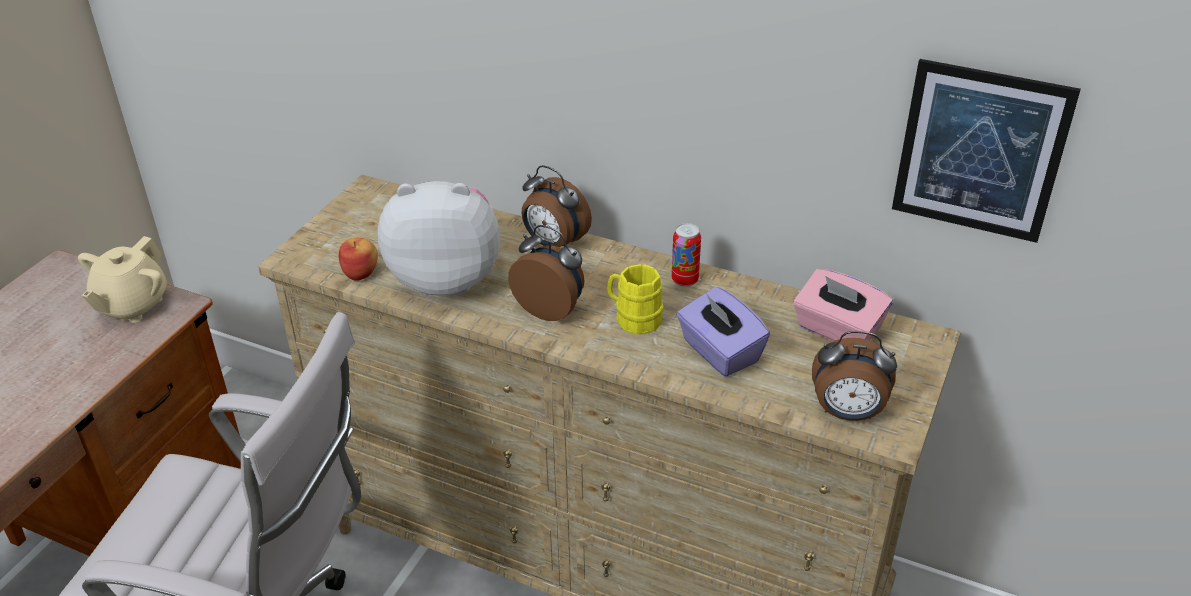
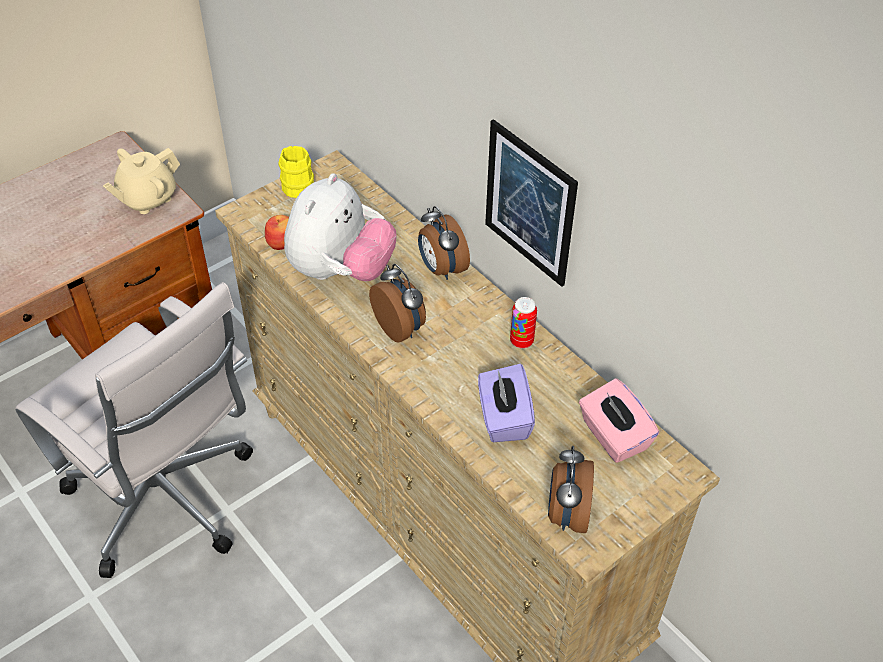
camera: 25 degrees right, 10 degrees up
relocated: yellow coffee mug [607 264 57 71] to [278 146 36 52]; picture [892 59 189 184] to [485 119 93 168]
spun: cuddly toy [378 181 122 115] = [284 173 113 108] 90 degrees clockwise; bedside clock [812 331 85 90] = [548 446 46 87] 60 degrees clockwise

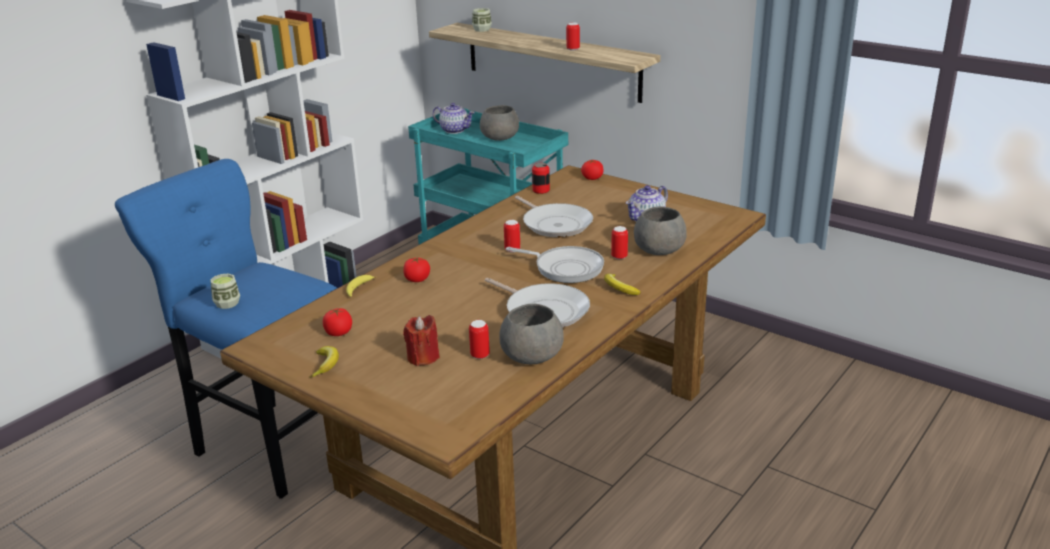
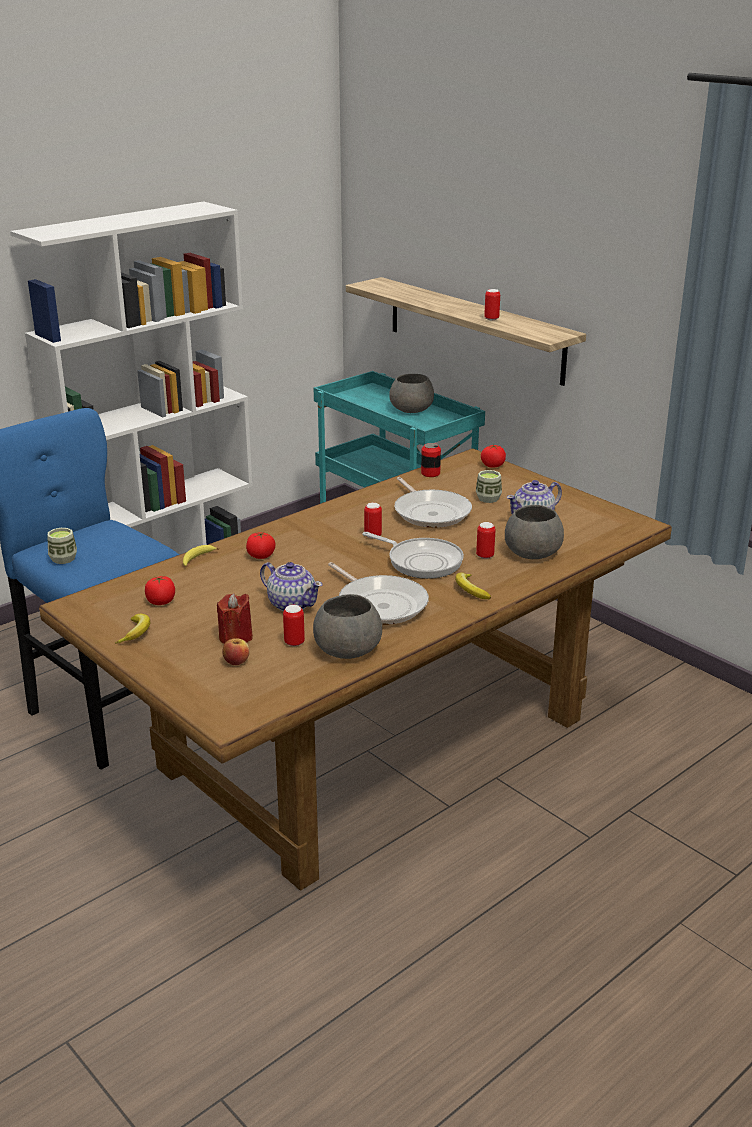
camera: 10 degrees right, 0 degrees up
appeared: whole apple [222 638 28 27]
relocated: pot for tea [433 103 42 31] to [260 562 63 49]; cup [472 8 20 24] to [476 470 26 33]

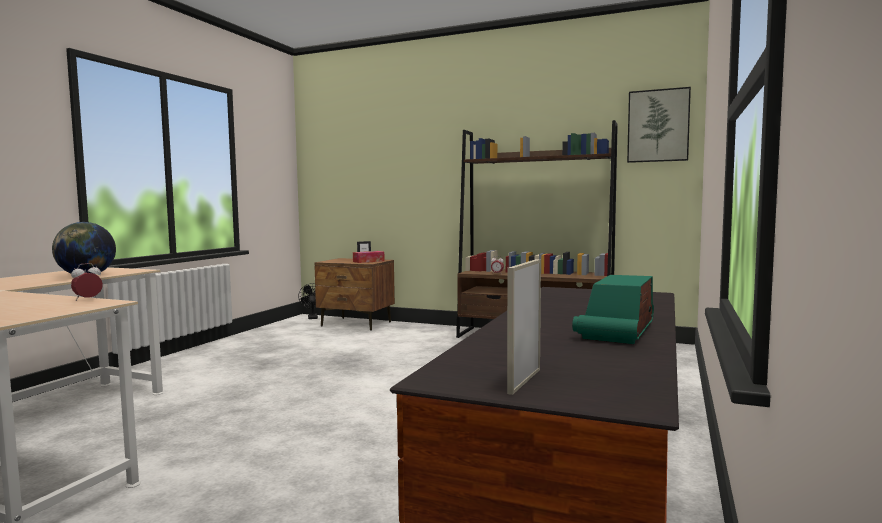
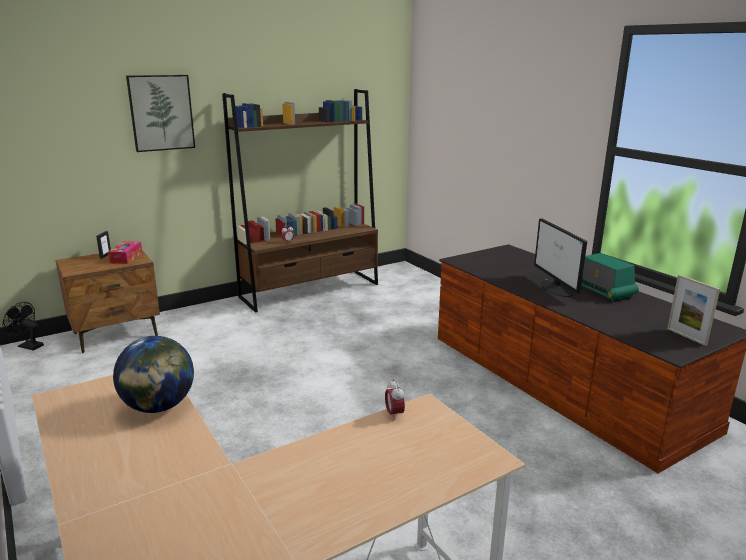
camera: 55 degrees left, 15 degrees up
appeared: computer screen [534 218 53 79]
relocated: picture [627 87 64 76] to [126 75 69 77]

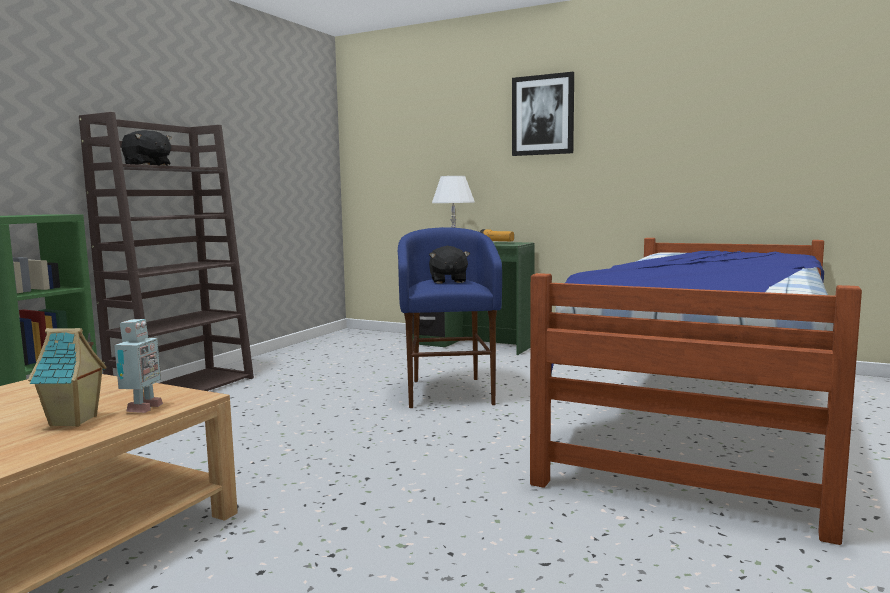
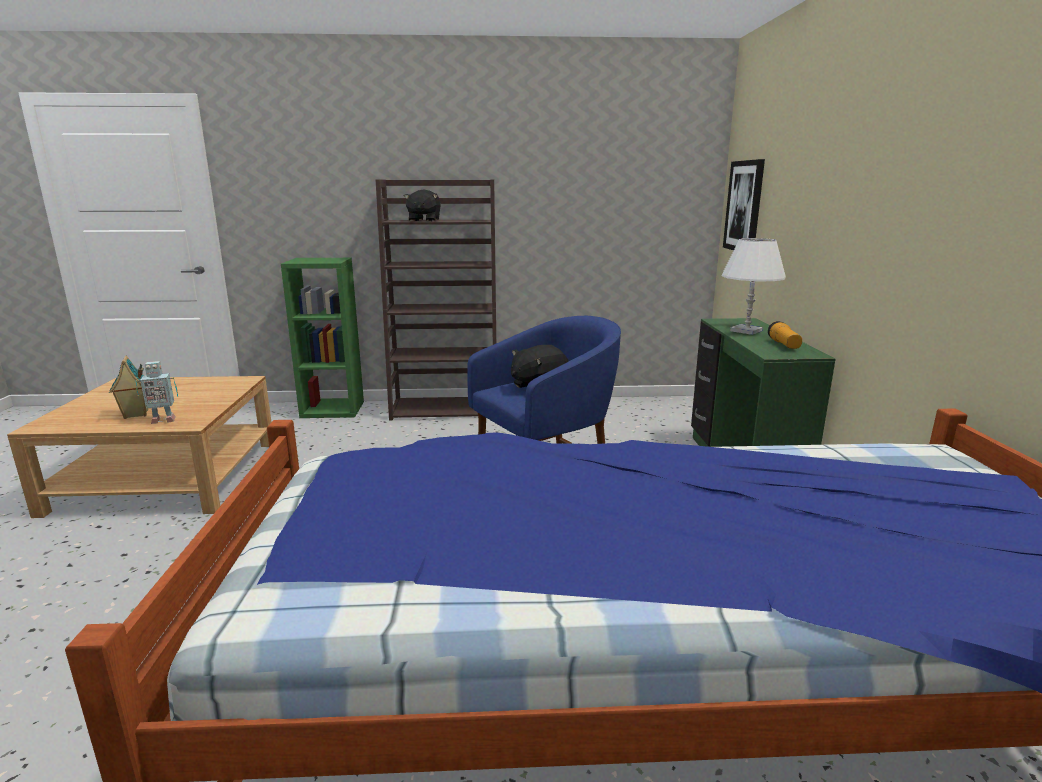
camera: 60 degrees right, 10 degrees up
relocated: picture [512 72 62 84] to [723 159 42 91]

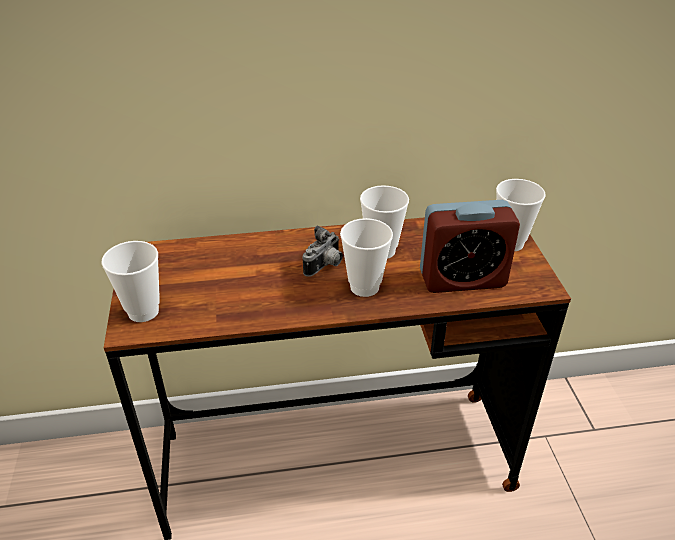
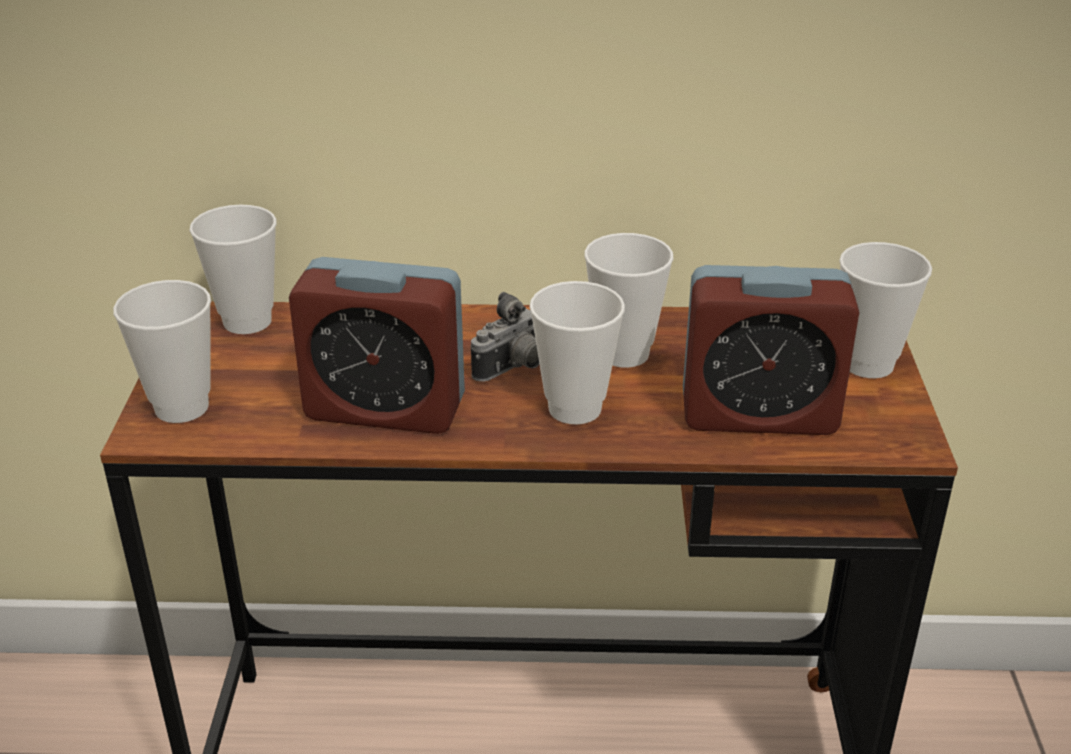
camera: 10 degrees right, 5 degrees down
appeared: cup [190 205 87 129]; bedside clock [289 257 176 177]

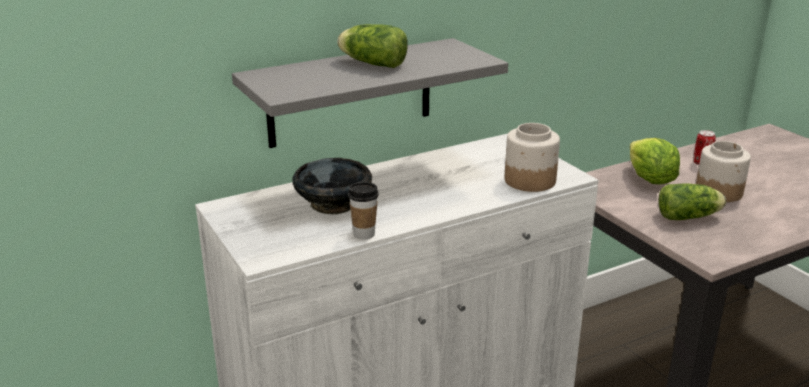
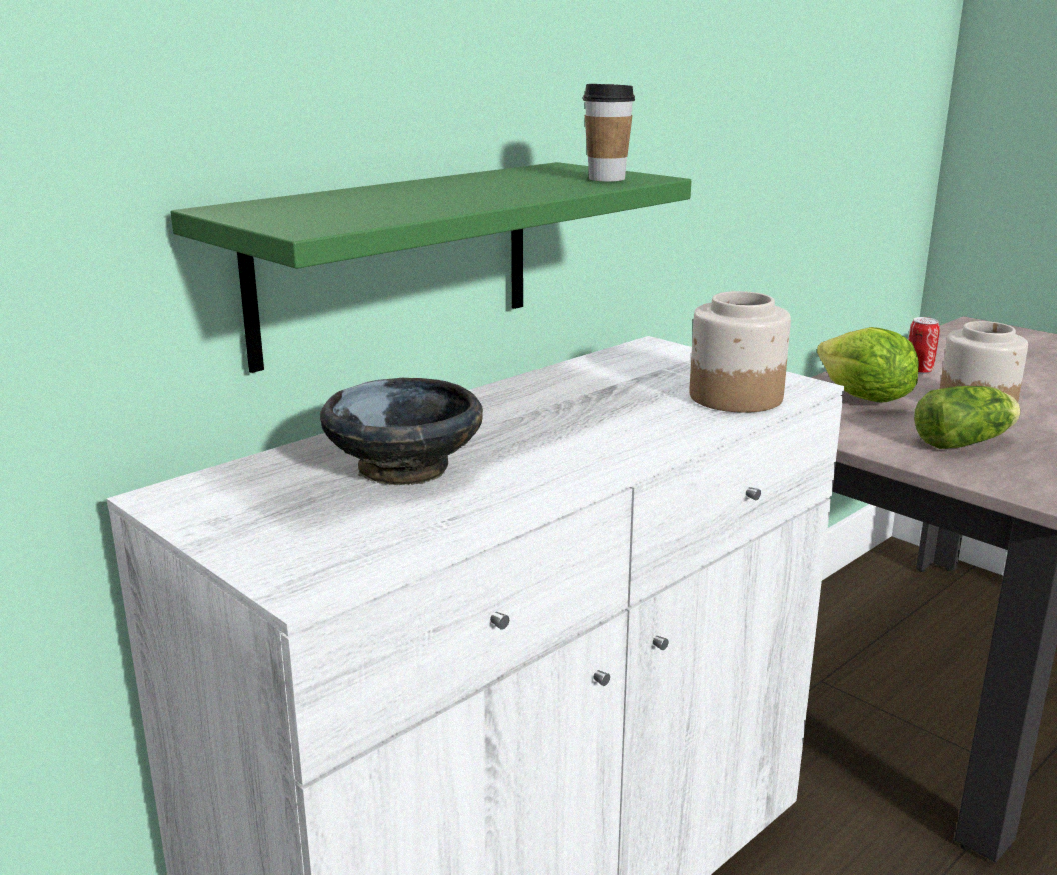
camera: 15 degrees left, 5 degrees down
missing: head of lettuce [337 24 71 44]
relocated: cup [348 182 31 58] to [583 84 52 98]
colour: greyish shelf [232 38 276 110] to greenish shelf [171 162 520 211]

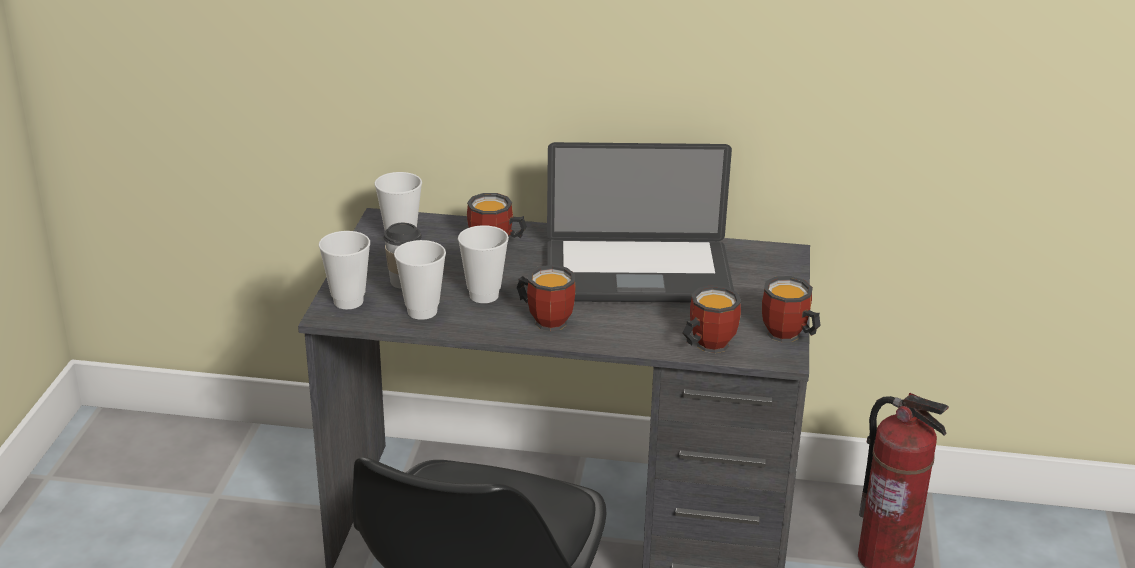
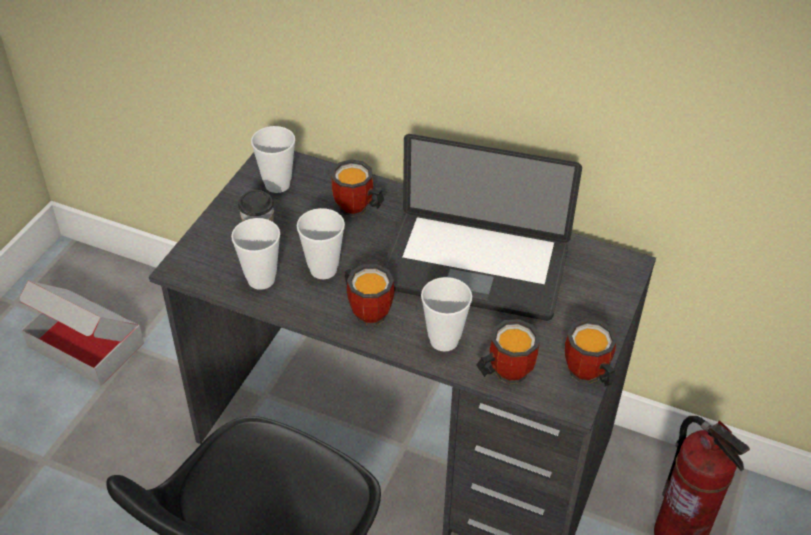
camera: 15 degrees right, 15 degrees up
appeared: packing box [20 281 124 105]
relocated: cup [319 231 51 78] to [421 277 51 75]

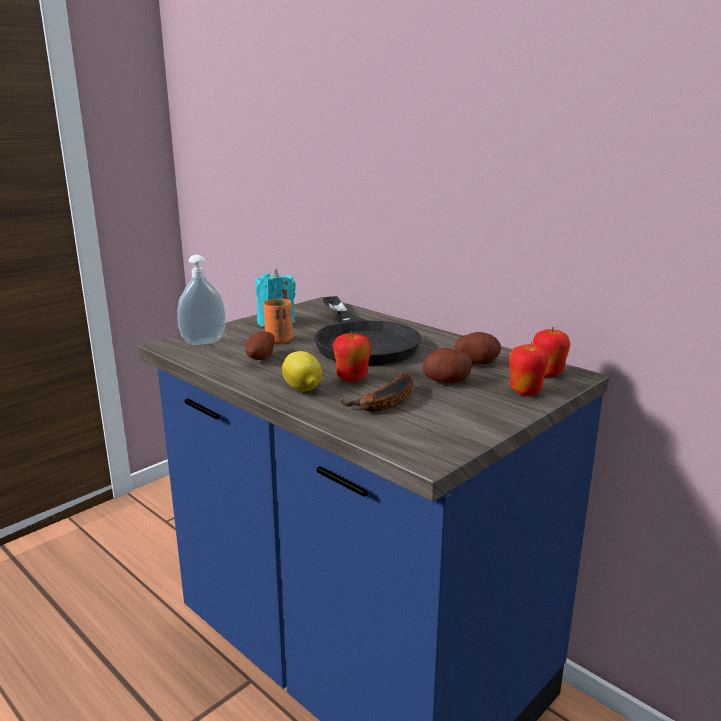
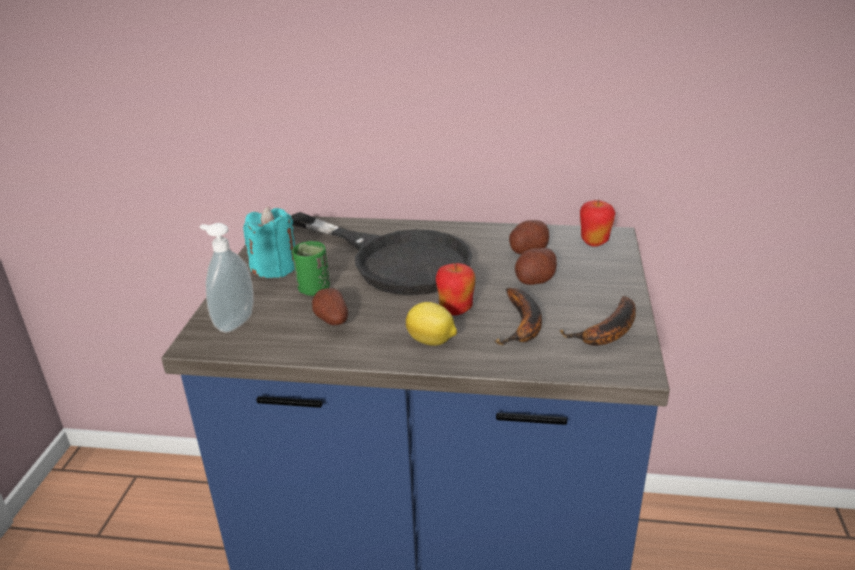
camera: 35 degrees left, 10 degrees up
missing: whole apple [509 342 40 54]
appeared: banana fruit [560 296 76 50]
colour: orangey cup [263 298 30 46] to greenish cup [292 241 38 55]

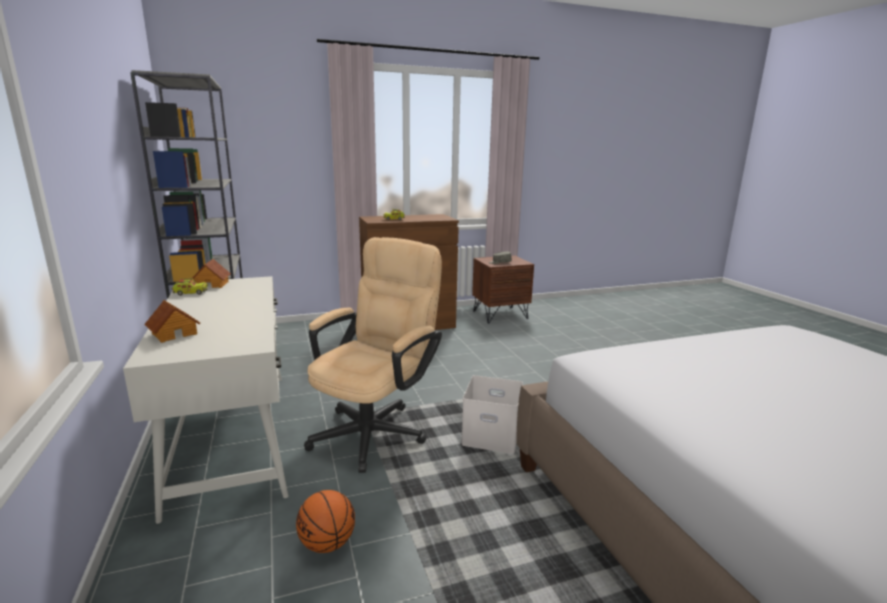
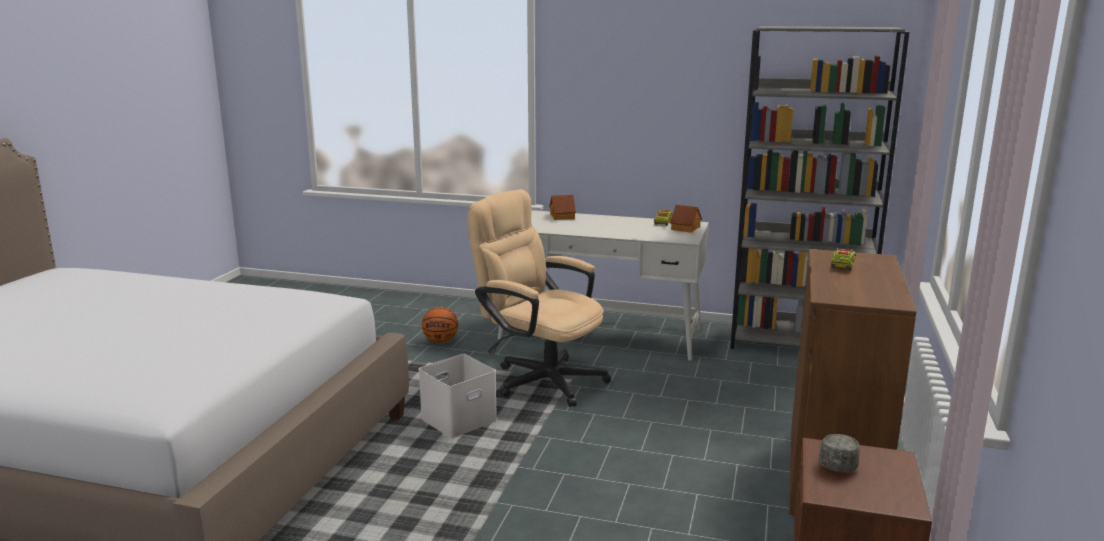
camera: 125 degrees right, 0 degrees up
spun: sand-coloured office chair [304 237 138 236] = [467 189 144 218] 150 degrees clockwise

